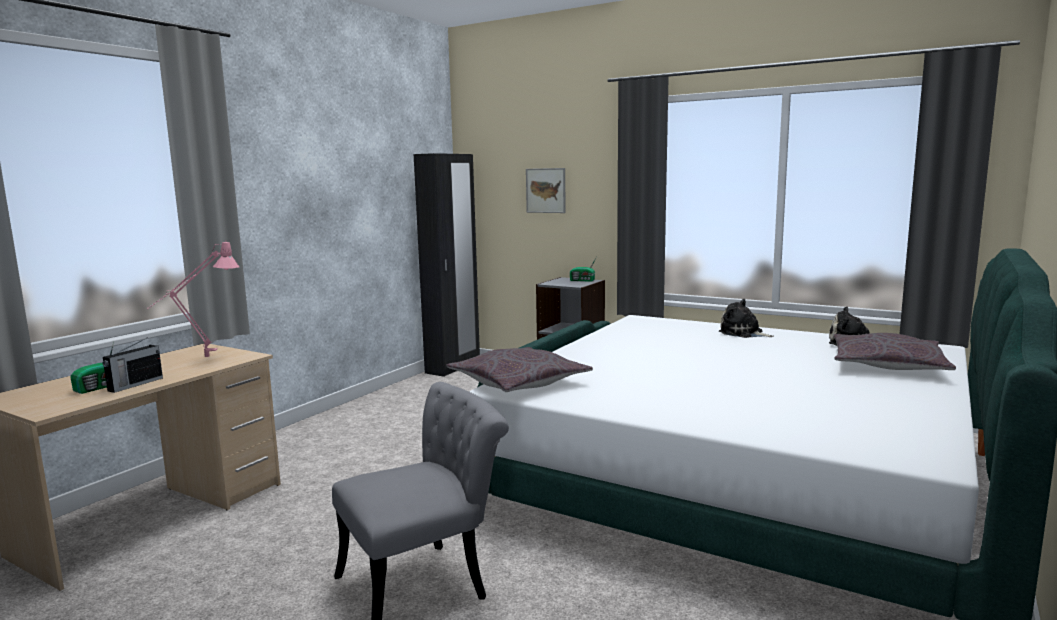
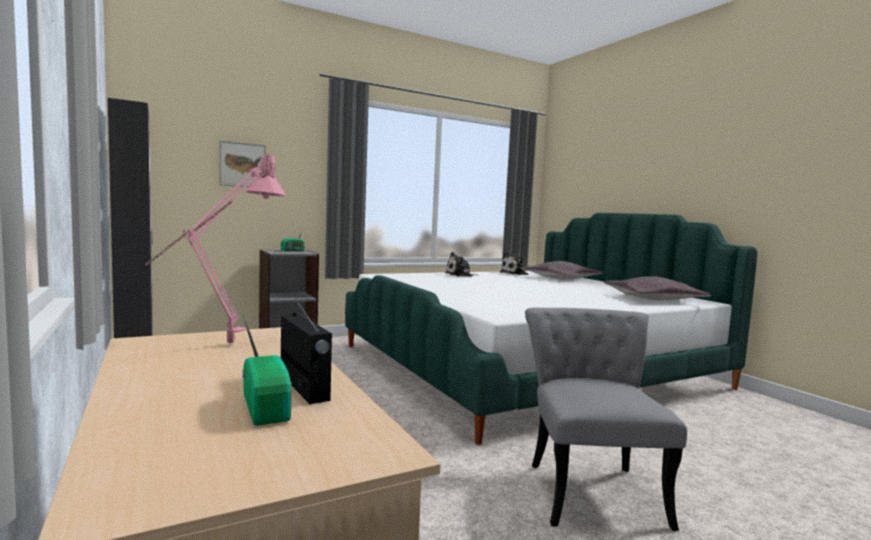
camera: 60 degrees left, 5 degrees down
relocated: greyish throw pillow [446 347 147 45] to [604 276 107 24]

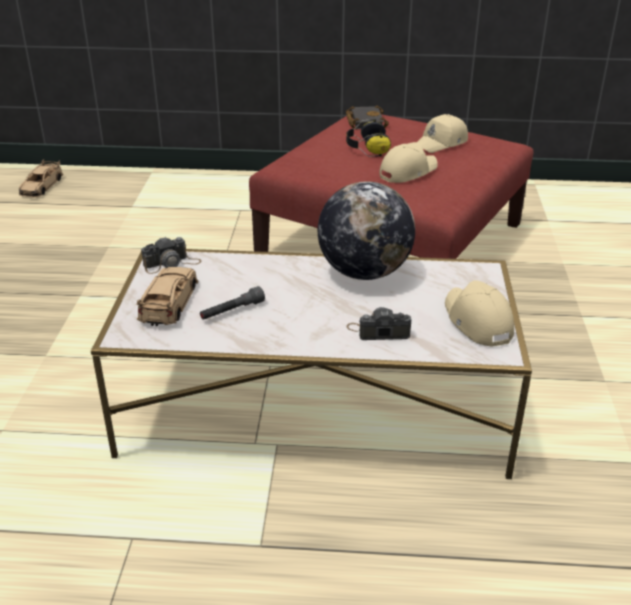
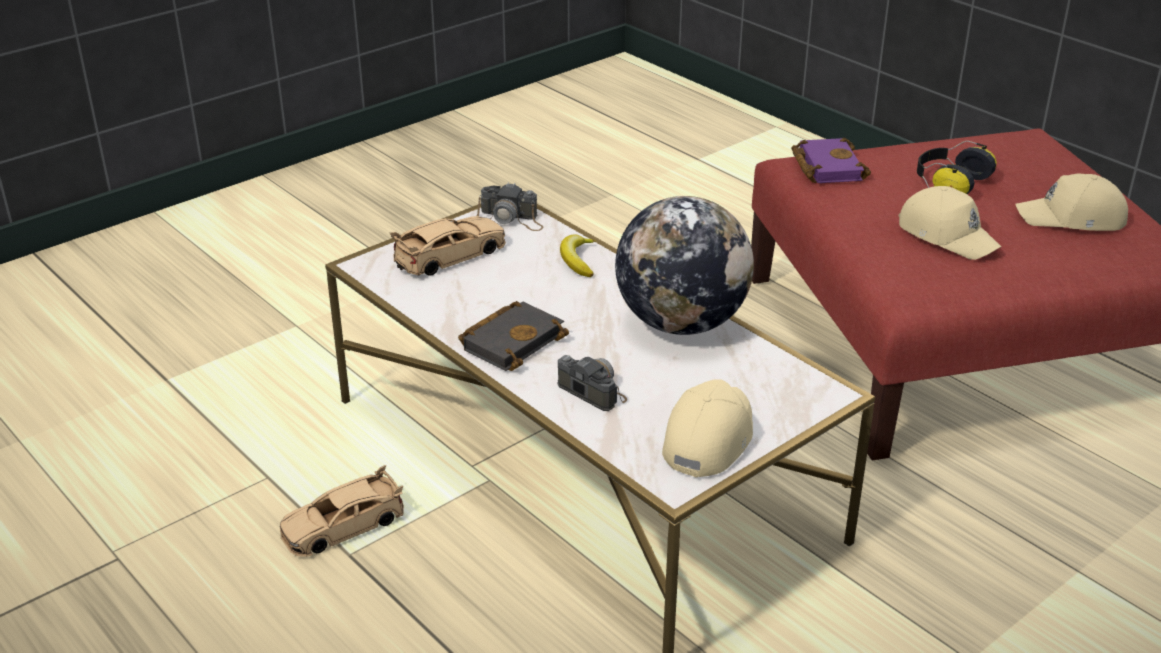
camera: 45 degrees right, 0 degrees up
missing: greyish hand torch [200 286 65 34]
appeared: banana fruit [560 235 36 42]; purple-coloured book [791 138 80 45]
relocated: sand-coloured miniature car [19 159 44 38] to [280 465 124 92]; black-coloured book [346 106 43 23] to [458 301 111 70]
spun: sand-coloured peaked cap [379 142 59 41] = [899 186 103 74] 45 degrees clockwise

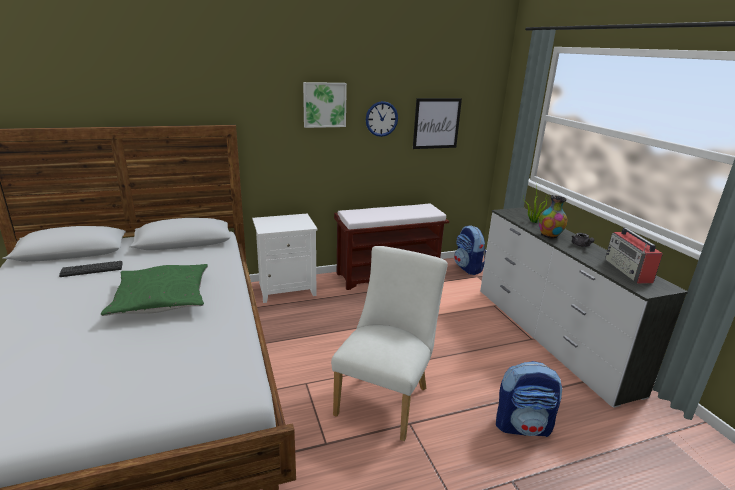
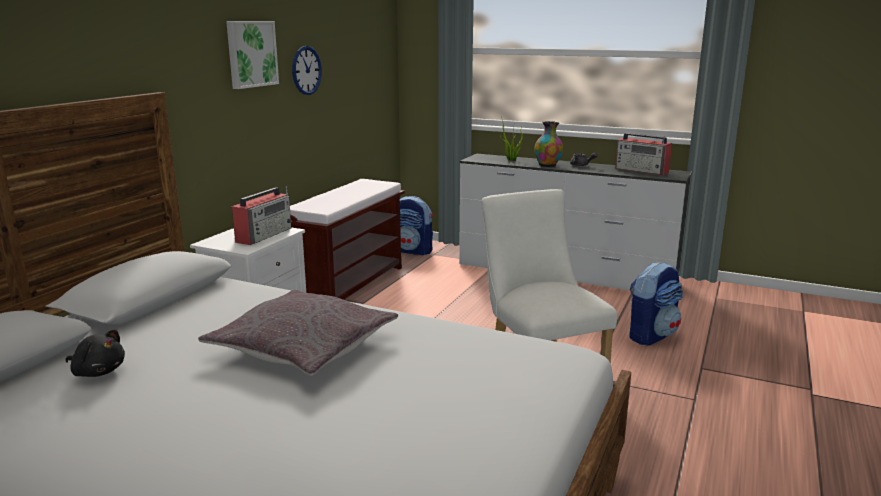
camera: 45 degrees left, 5 degrees down
missing: picture [413 98 49 51]
appeared: radio [232 185 60 60]
exchanged: computer keyboard [59 261 64 16] to black-coloured cuddly toy [66 329 59 48]
colour: greenish throw pillow [101 264 107 52] to greyish throw pillow [198 290 200 86]

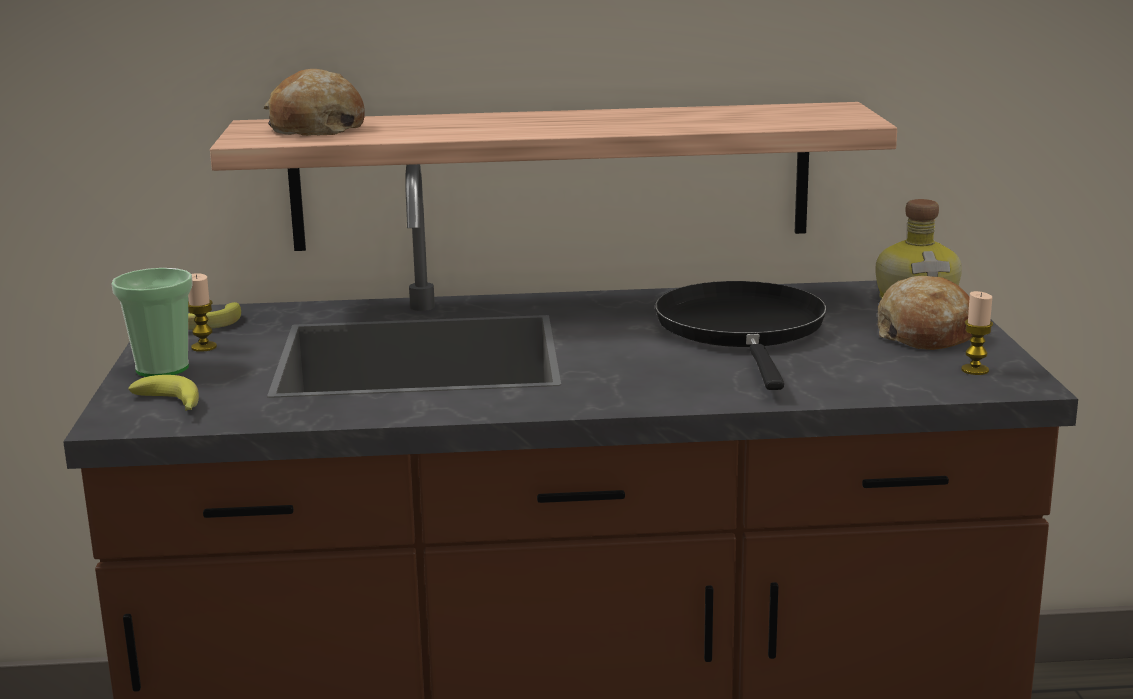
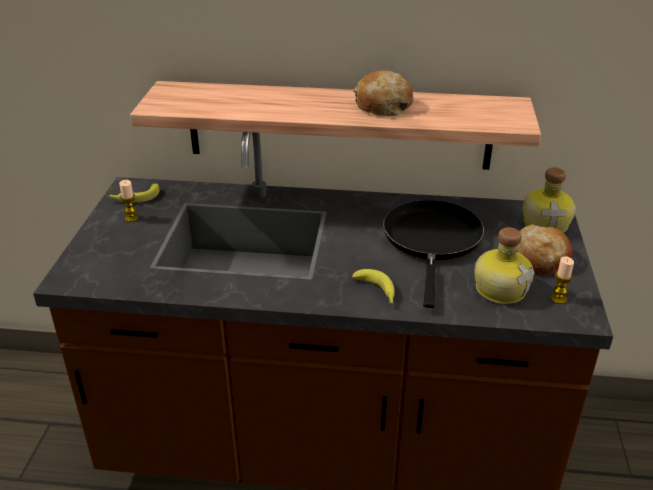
camera: 10 degrees right, 15 degrees up
missing: cup [111 268 82 109]
appeared: drink bottle [474 227 61 77]
relocated: banana fruit [128 375 71 36] to [352 269 43 35]; baked bread [264 69 101 67] to [353 70 60 46]

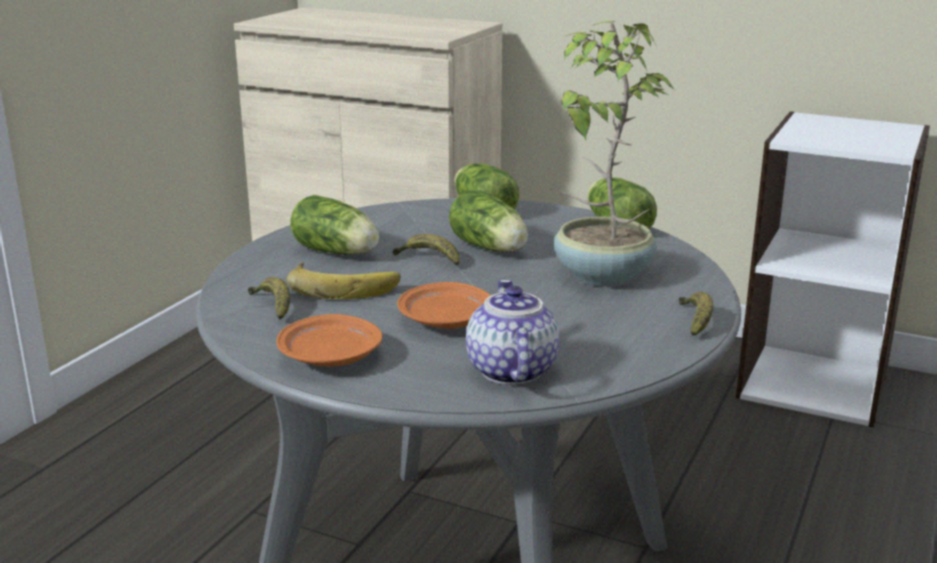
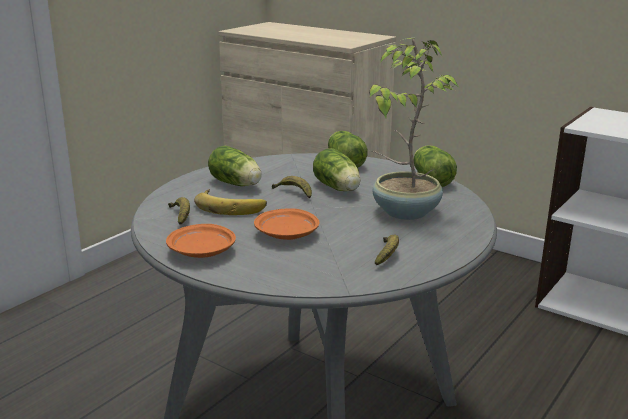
camera: 10 degrees right, 0 degrees up
missing: pot for tea [466 280 94 105]
relocated: banana fruit [679 292 34 44] to [375 234 24 31]

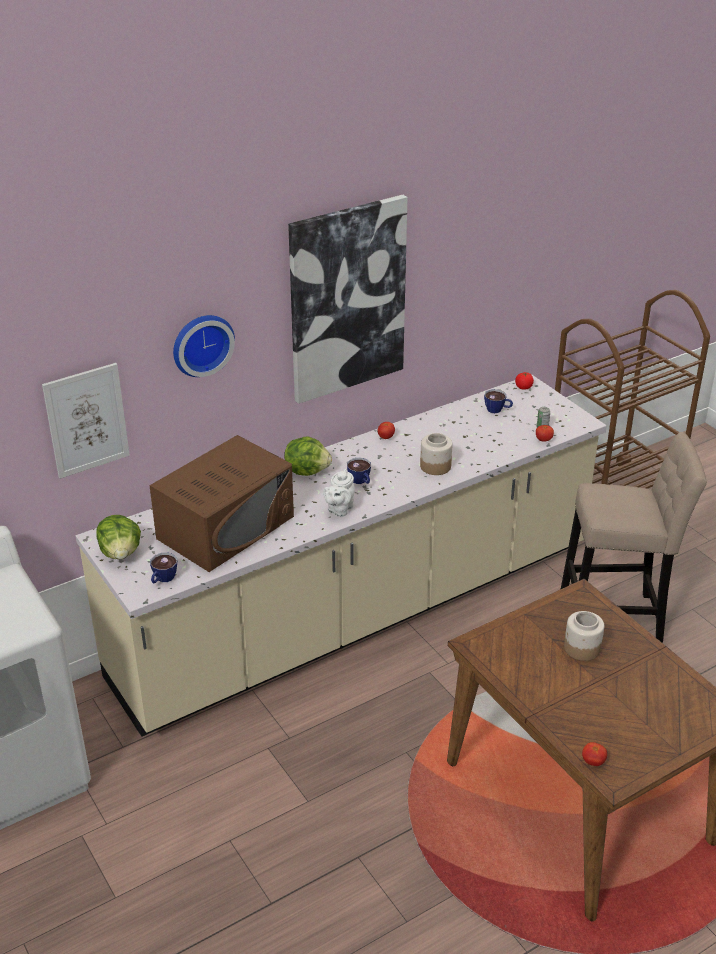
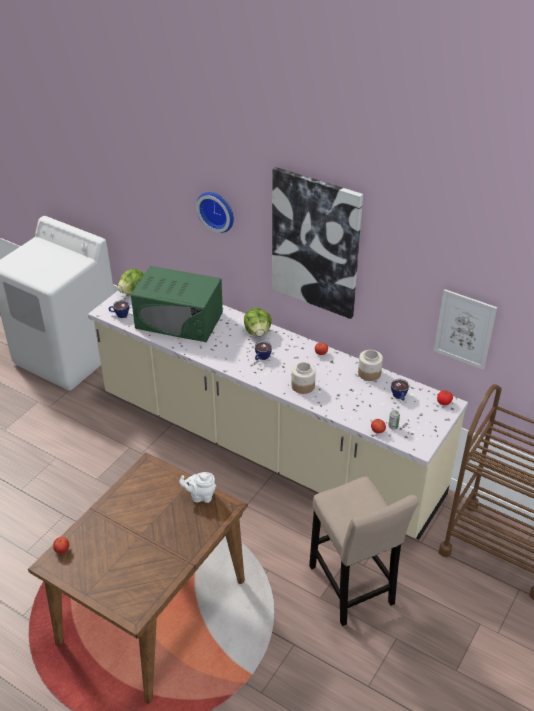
camera: 65 degrees right, 5 degrees up
relocated: picture [42 363 88 116] to [434 289 63 81]; white pot for tea [323 469 32 48] to [179 472 37 31]; preserve jar [564 611 40 50] to [358 350 25 31]
colour: brown-coloured kitchen microwave [150 435 144 137] to greenish kitchen microwave [131 266 92 76]

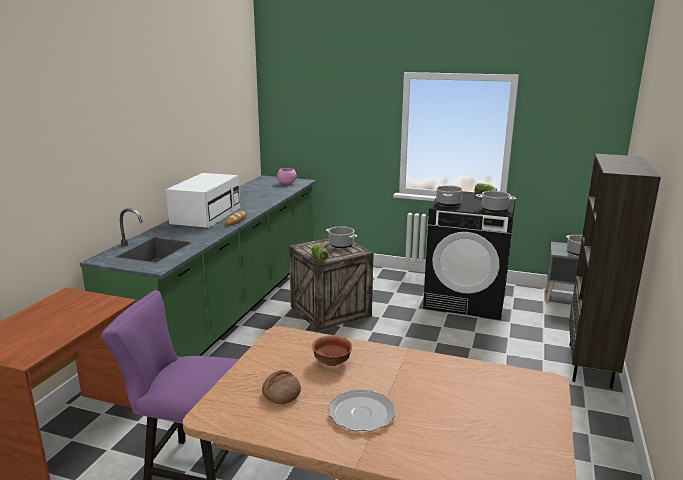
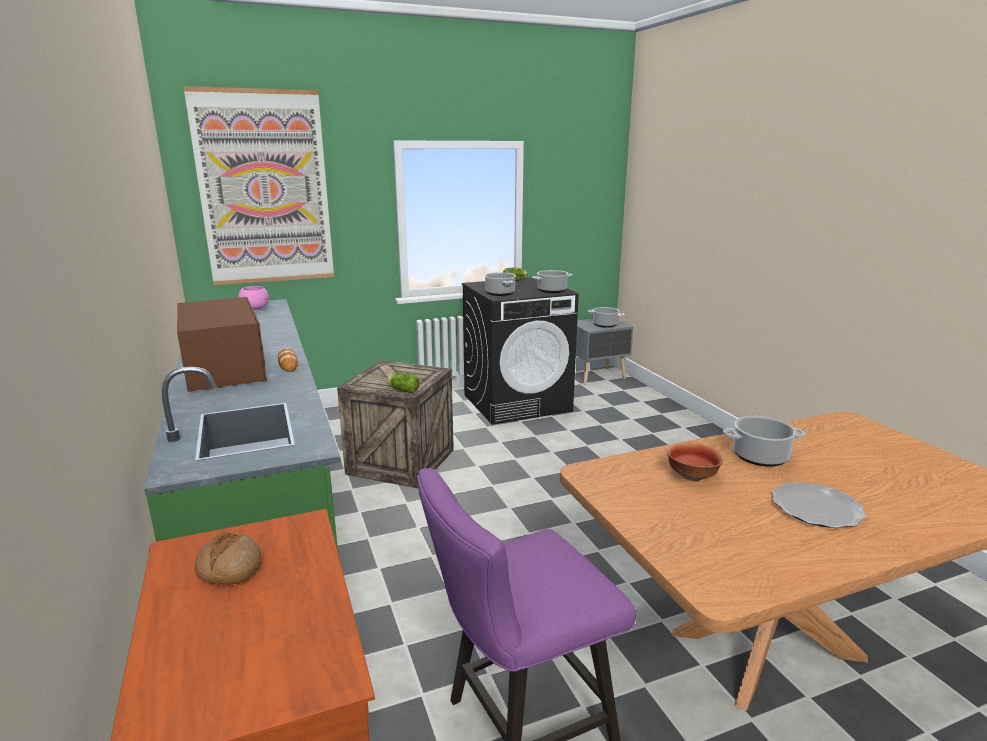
camera: 40 degrees left, 0 degrees up
missing: brown-coloured bookcase [569 154 92 235]
appeared: picture [183 86 151 199]
relocated: baked bread [262 370 39 34] to [195 533 66 52]; stockpot [326 226 31 22] to [723 416 83 51]
colour: white kitchen microwave [166 173 74 55] to brown-coloured kitchen microwave [177 297 90 95]

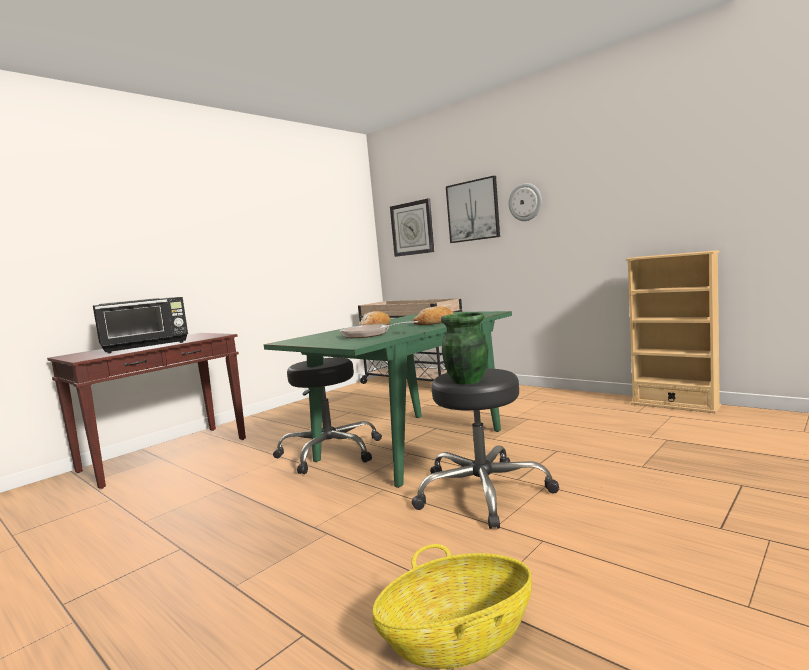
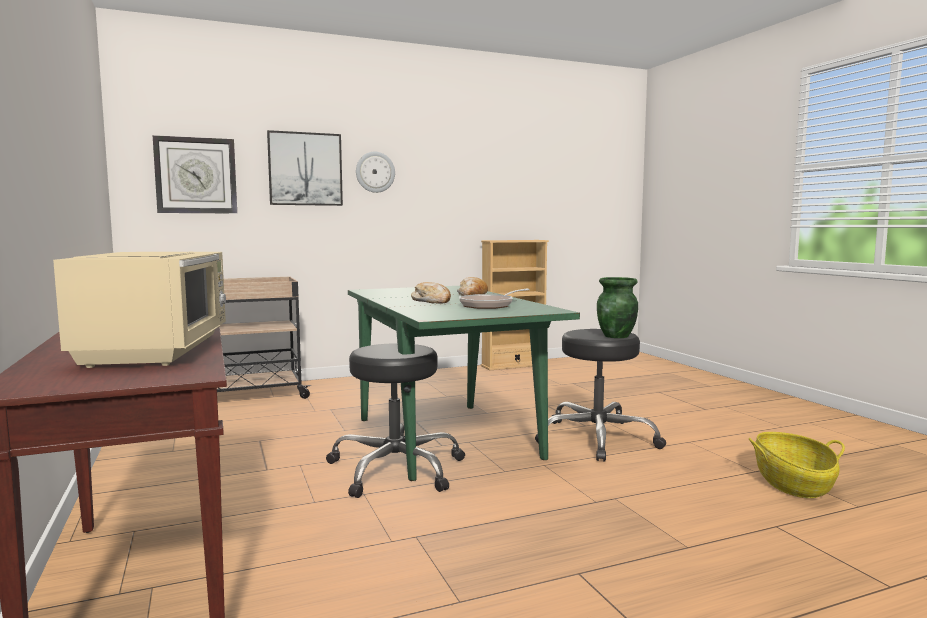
camera: 65 degrees left, 0 degrees up
colour: black-coloured kitchen microwave [93 297 95 57] to sand-coloured kitchen microwave [53 252 173 116]

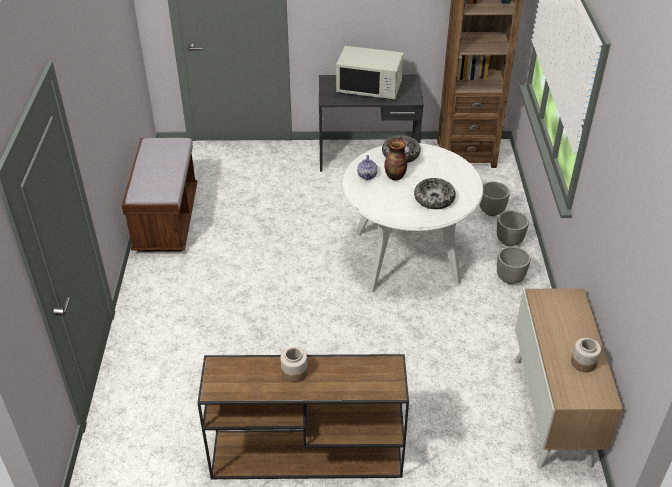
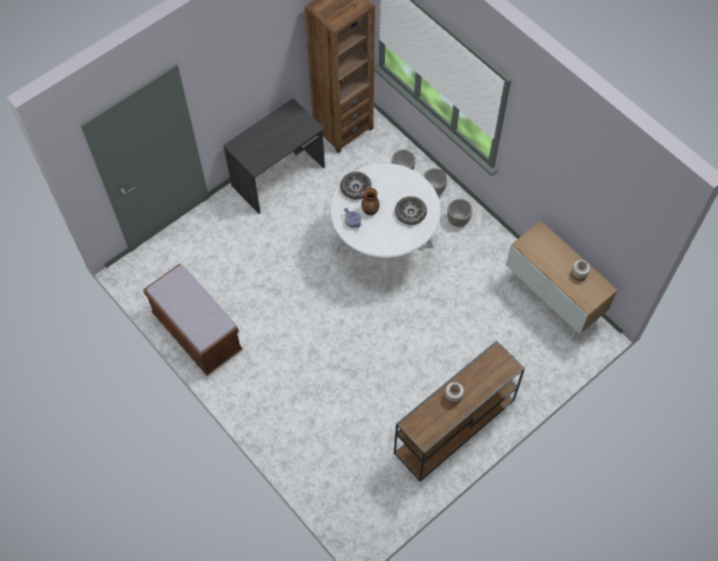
camera: 40 degrees left, 20 degrees up
missing: white kitchen microwave [336 46 68 54]

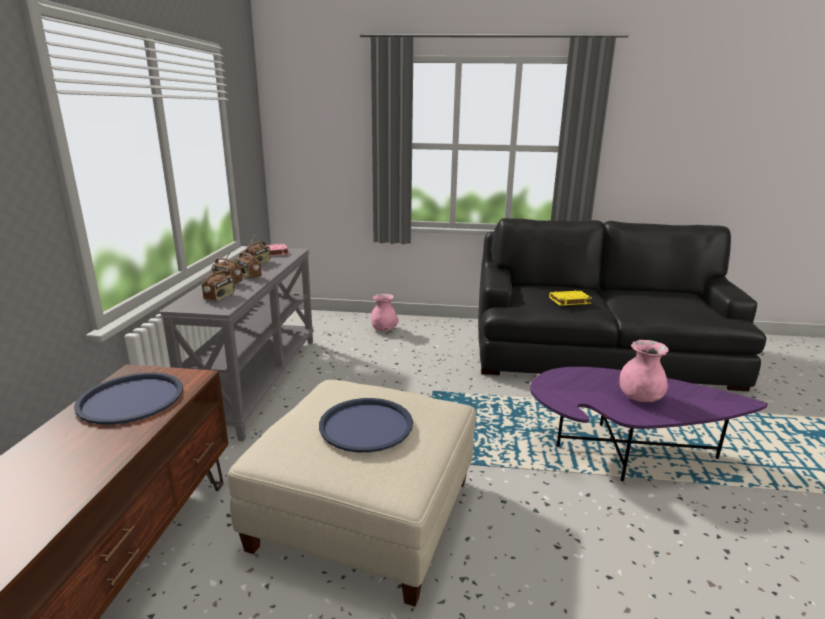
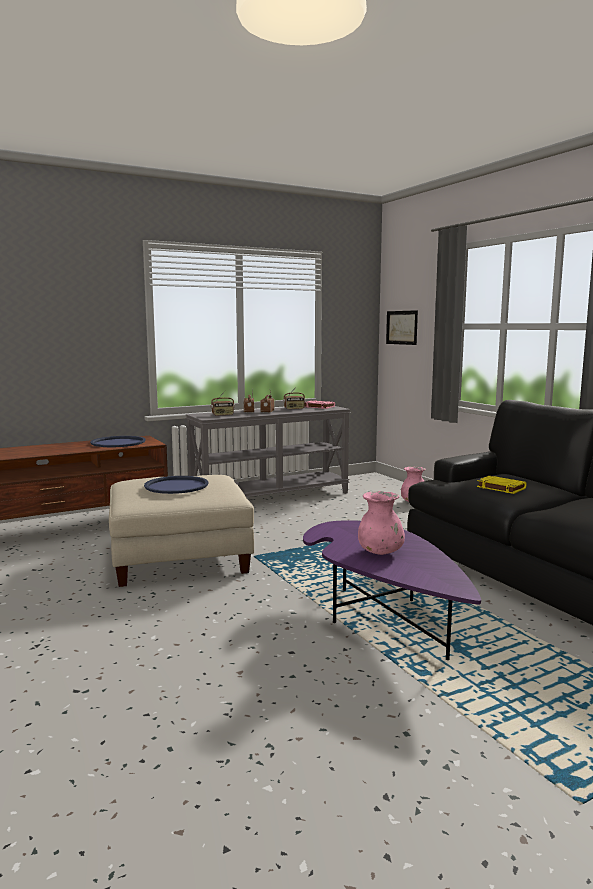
camera: 55 degrees right, 10 degrees down
appeared: picture [386 310 32 35]

